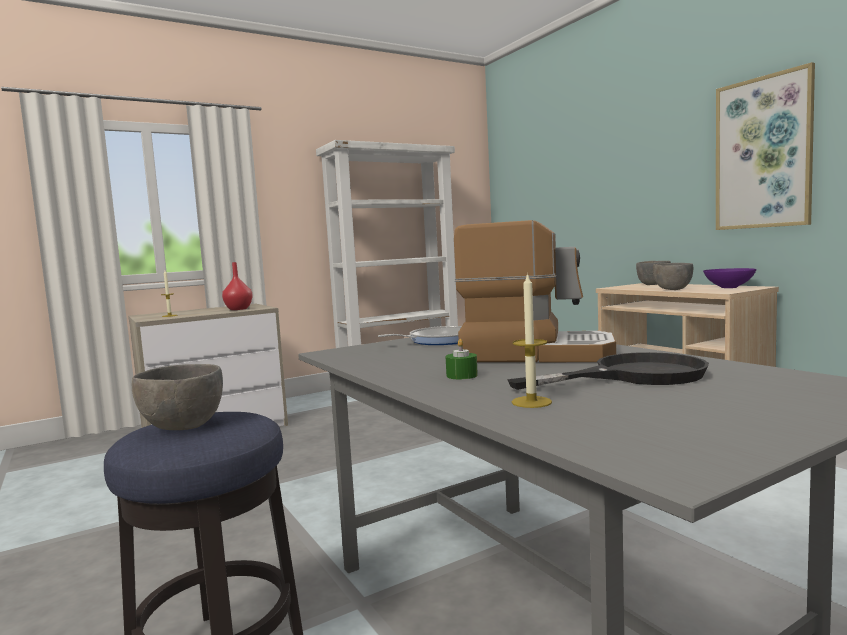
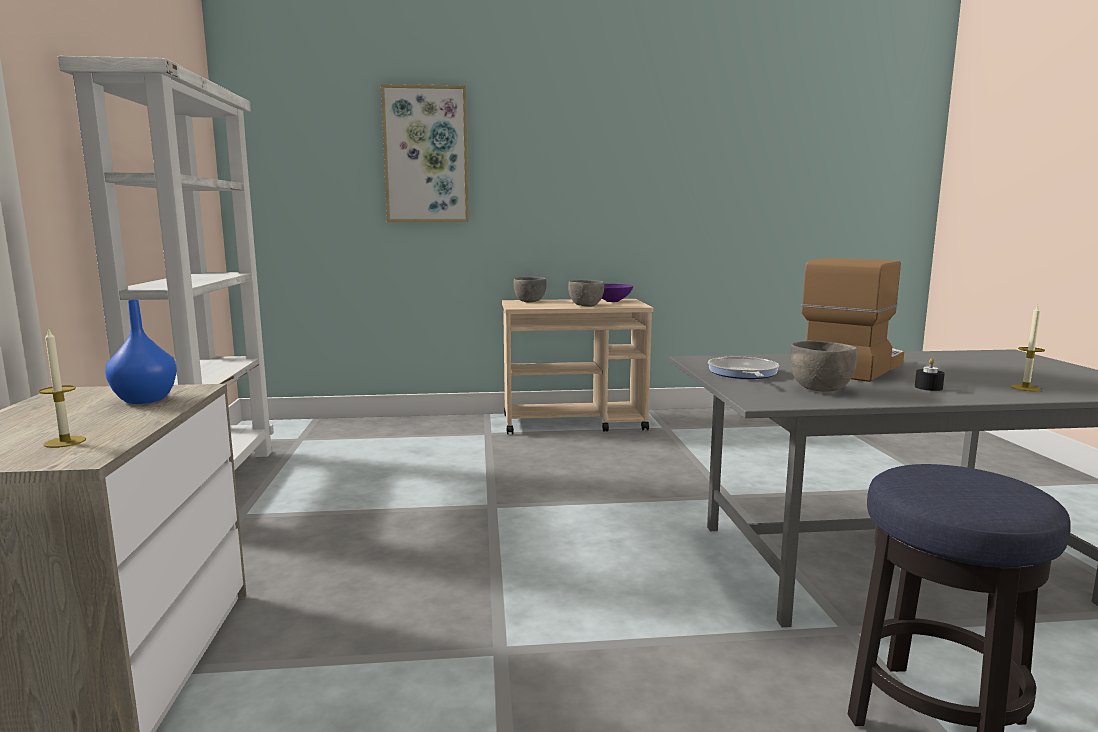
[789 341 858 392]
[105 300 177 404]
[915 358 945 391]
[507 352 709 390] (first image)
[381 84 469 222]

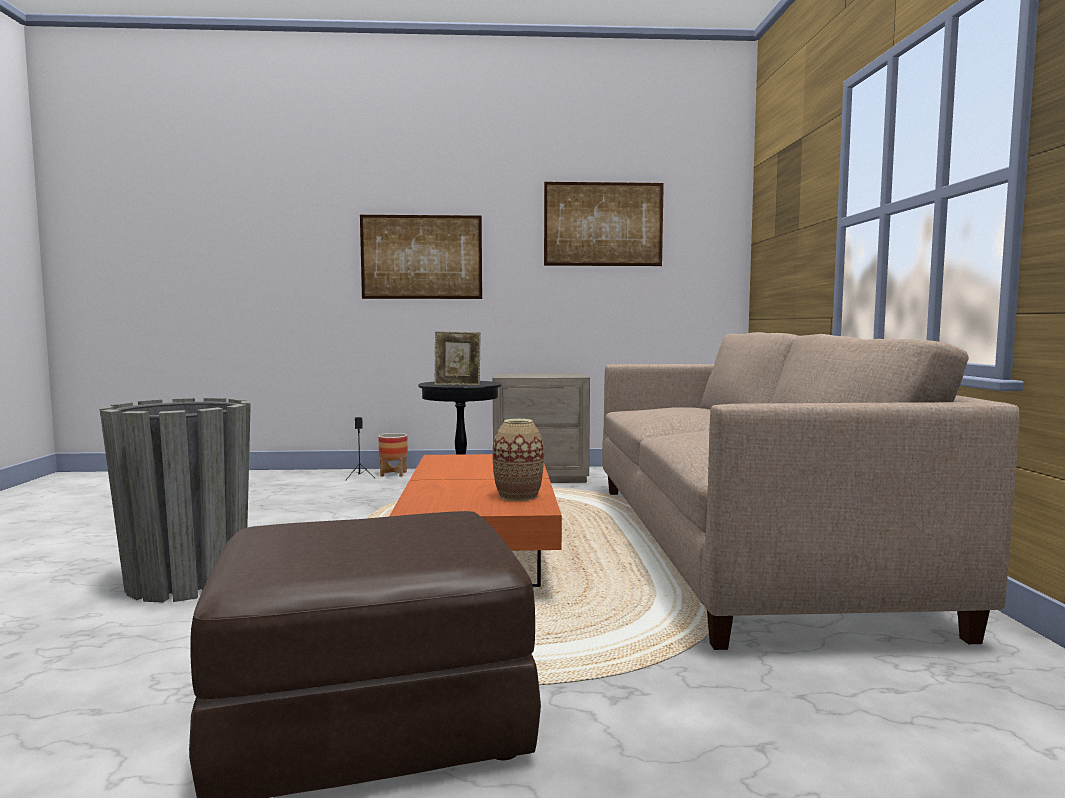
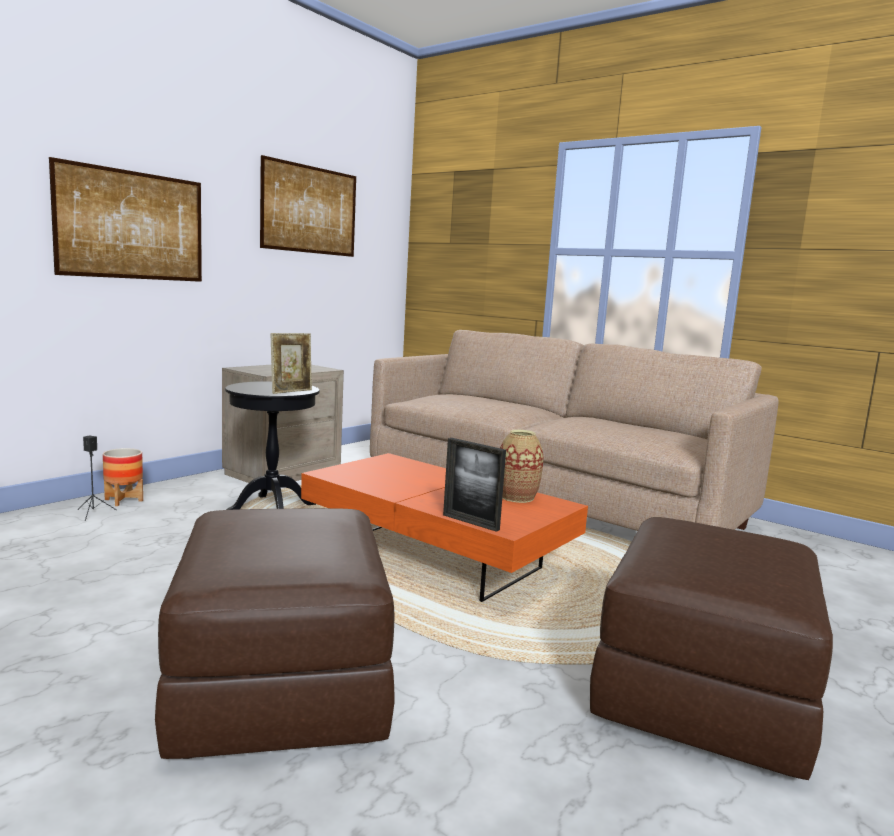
[155 508 395 759]
[443 438 506 532]

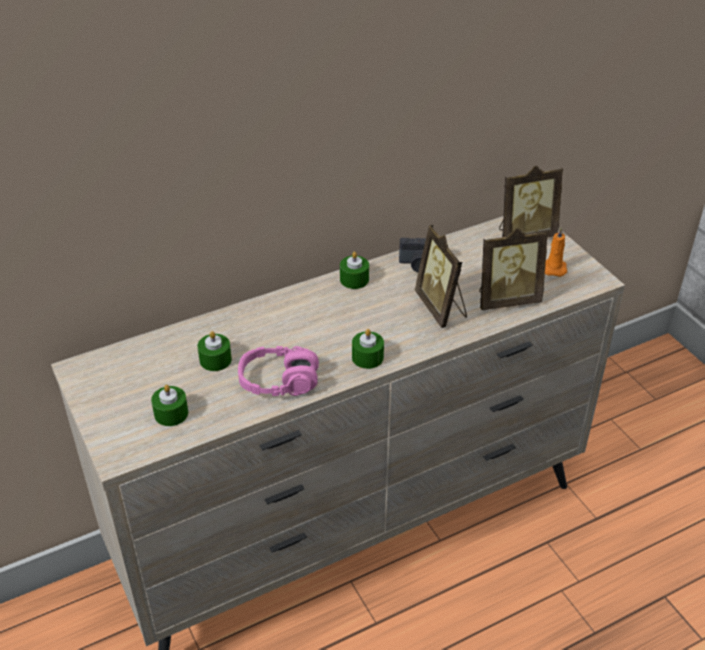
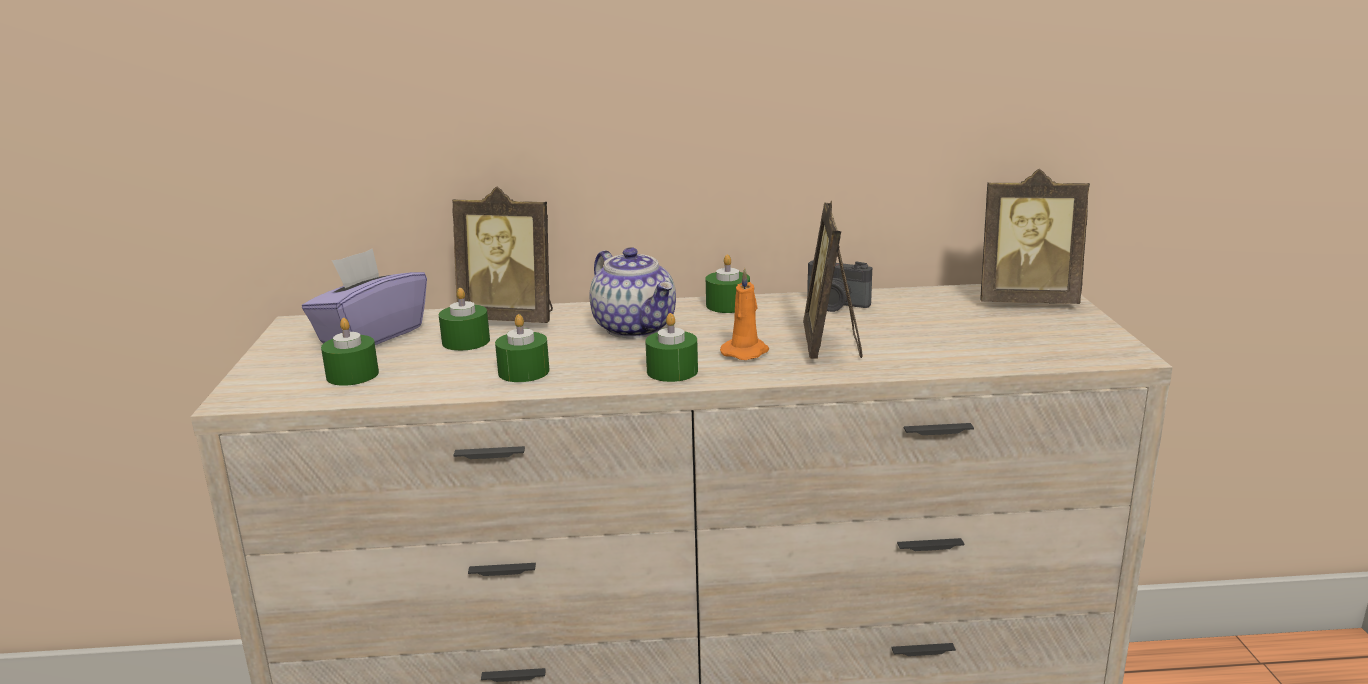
[495 314 550 382]
[452 187 553 323]
[720 268 769 360]
[302 249 427 345]
[590 247 676 338]

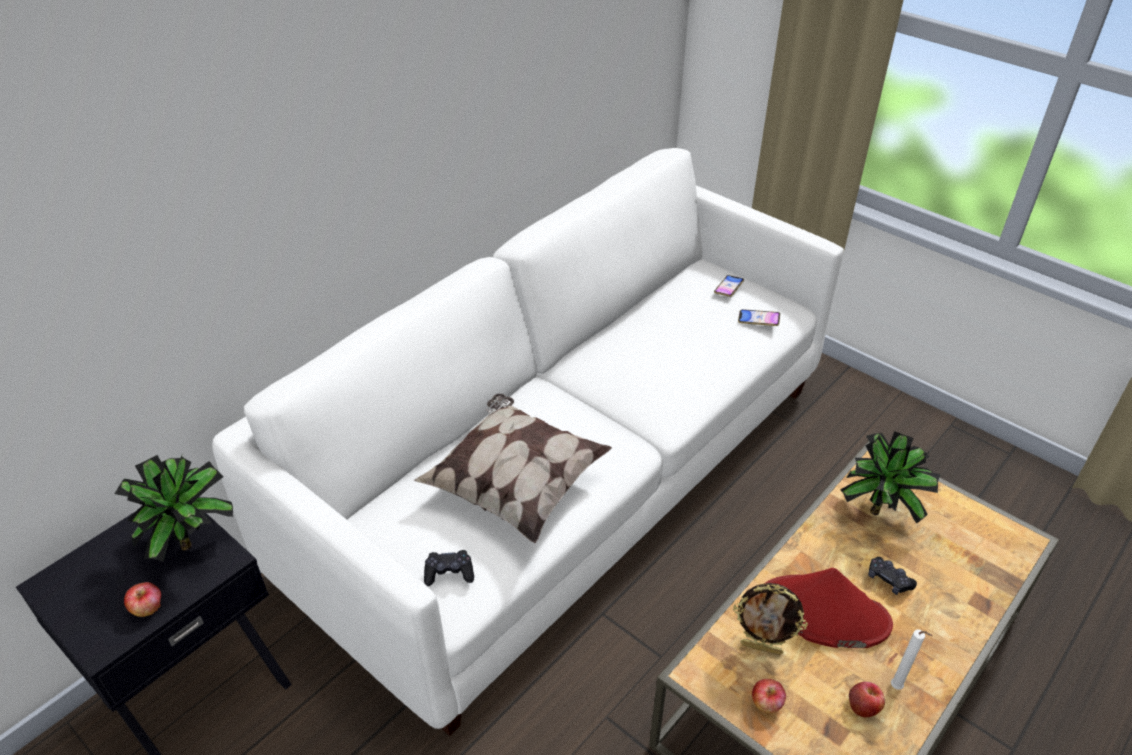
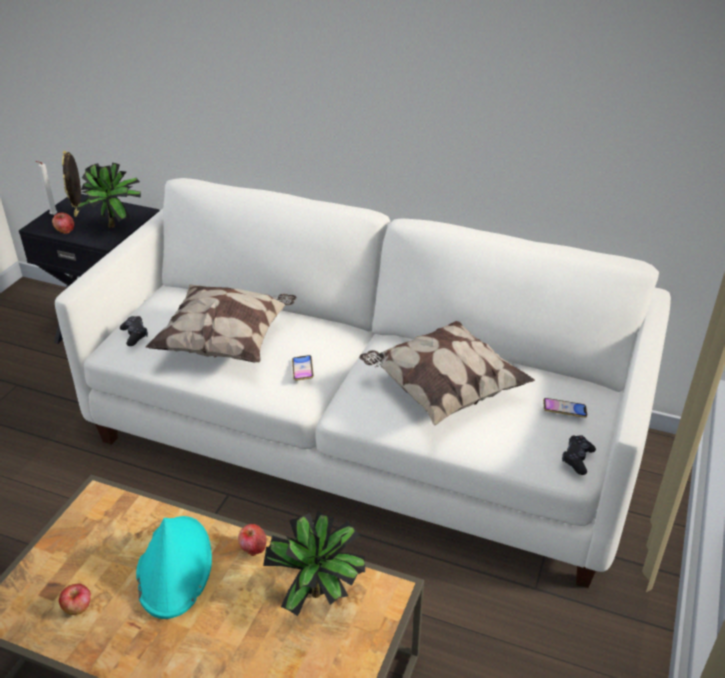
[62 150 81 217]
[292 355 314 381]
[238 524 267 556]
[136 516 212 619]
[562 435 596 475]
[35 161 57 215]
[359 321 535 425]

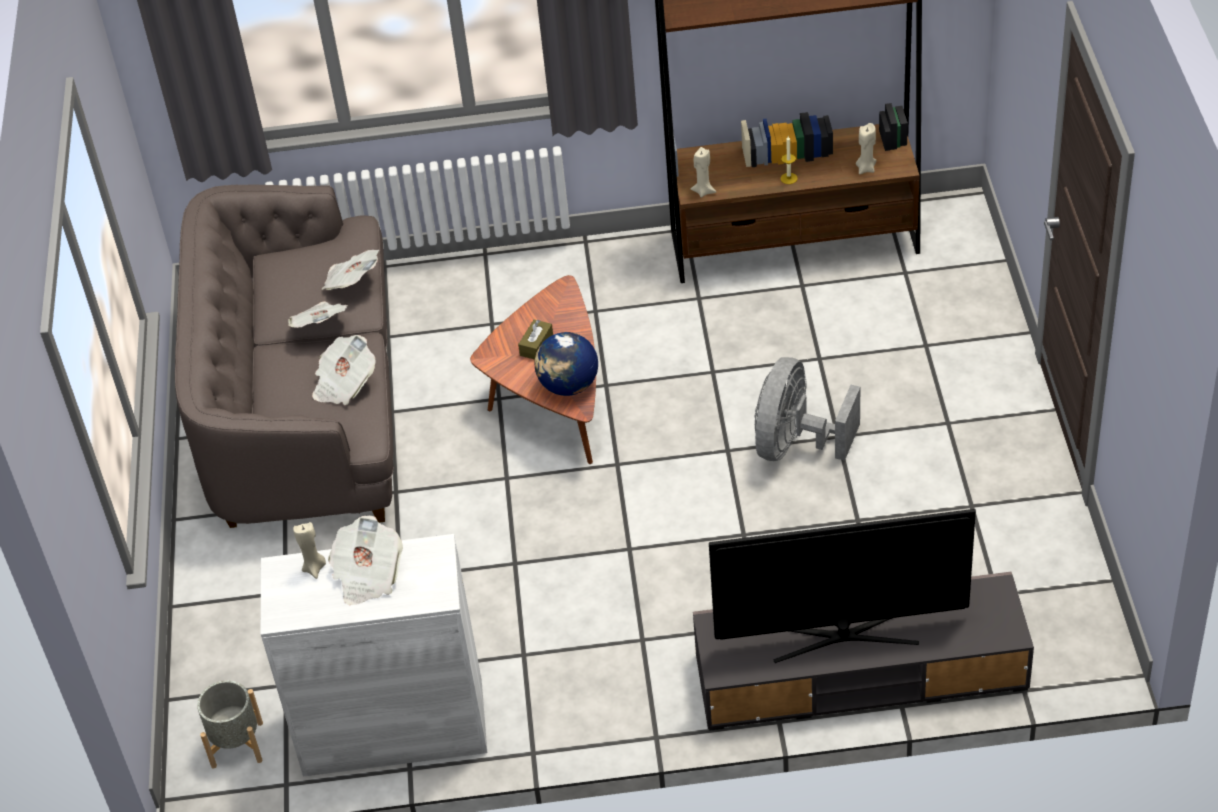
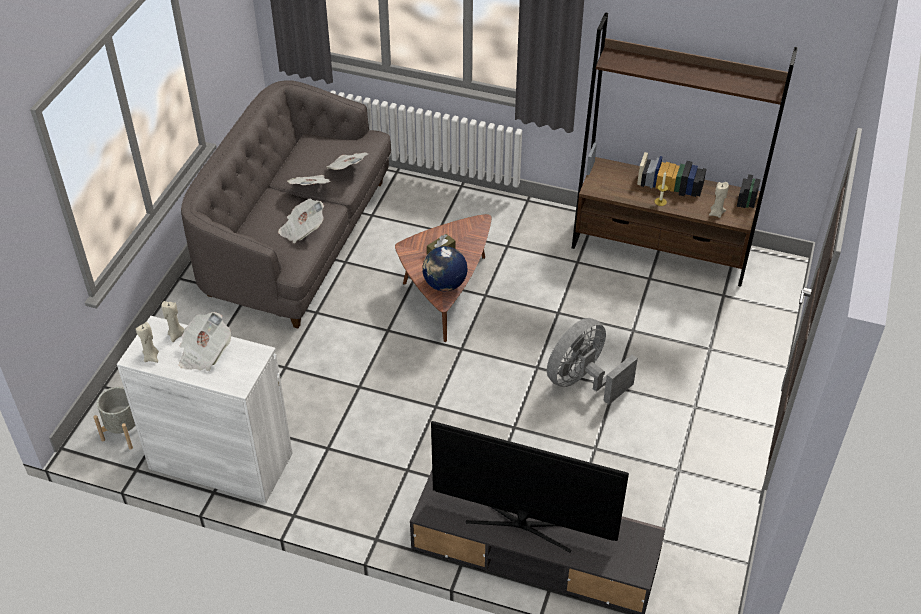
[136 322 159 363]

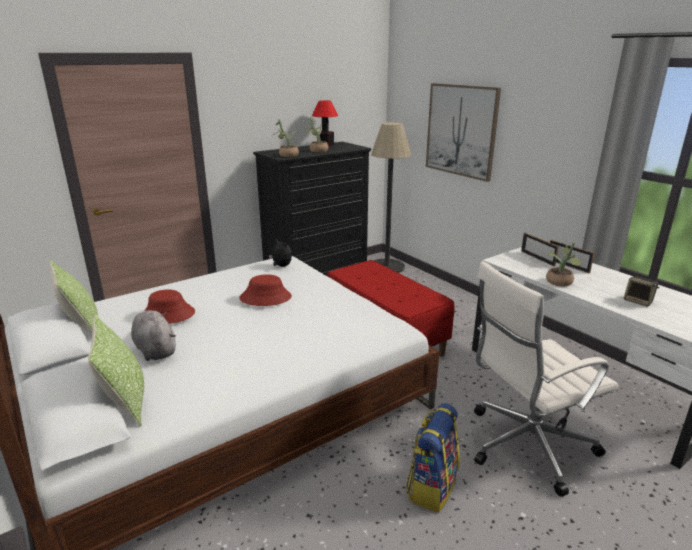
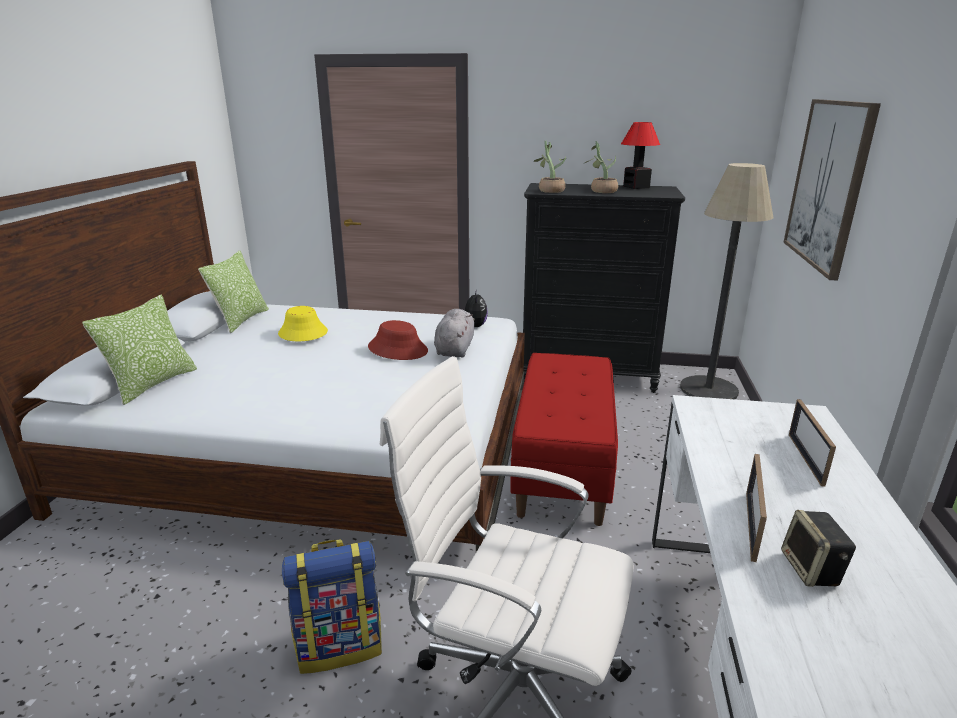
[434 309 475 358]
[278 306 328 341]
[746 454 767 562]
[546 242 582 286] (first image)

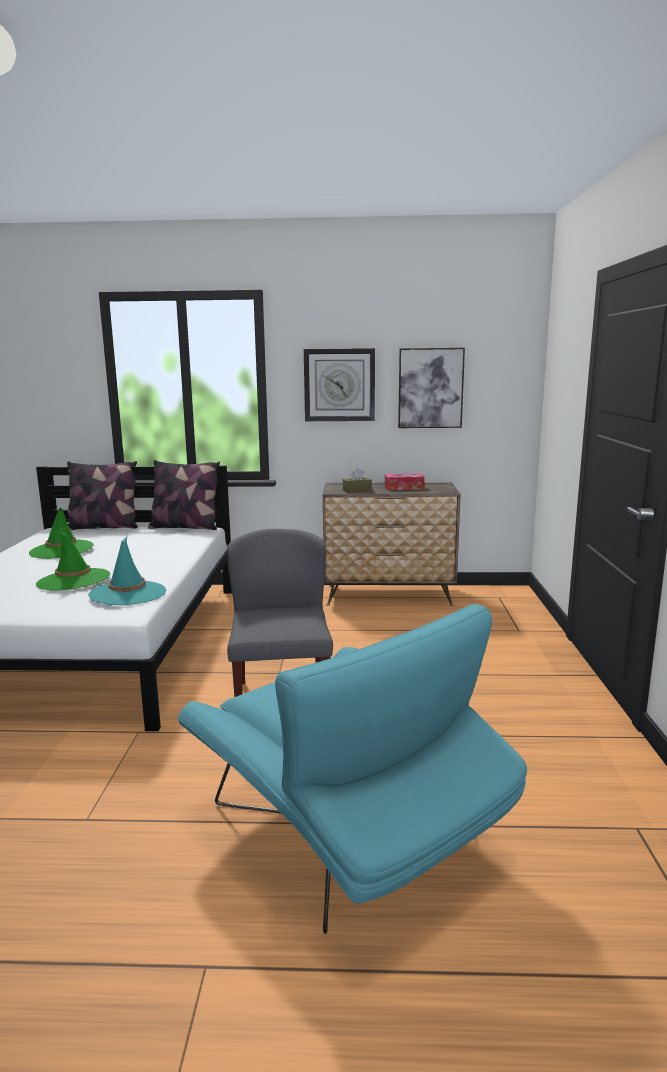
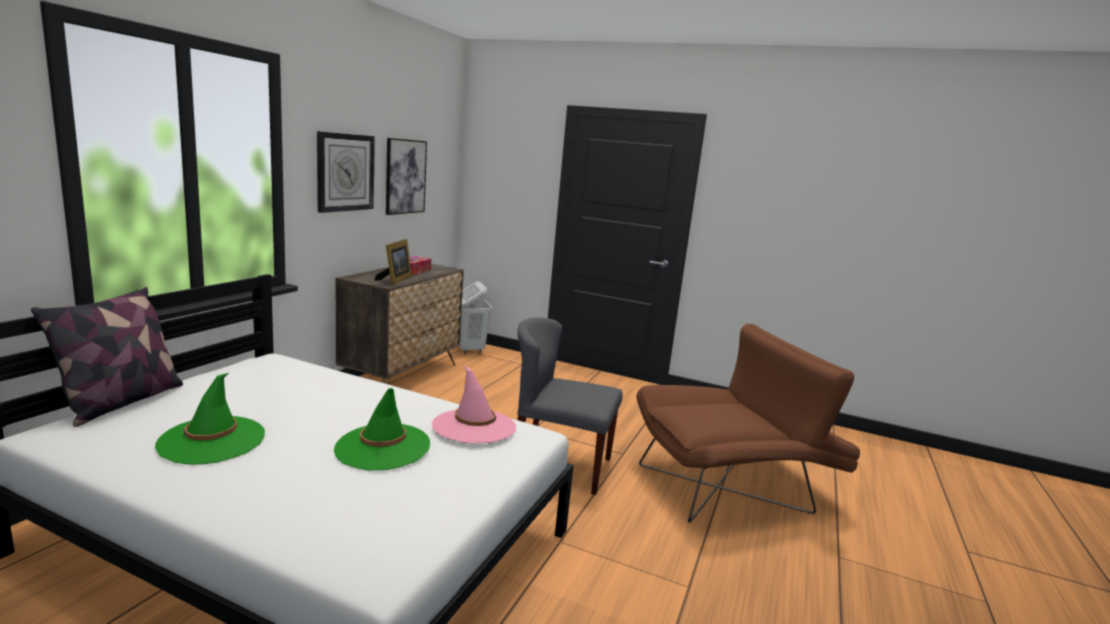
[432 365 516 444]
[148 460 220 530] (first image)
[636 324 860 523]
[375 239 412 285]
[459 281 492 354]

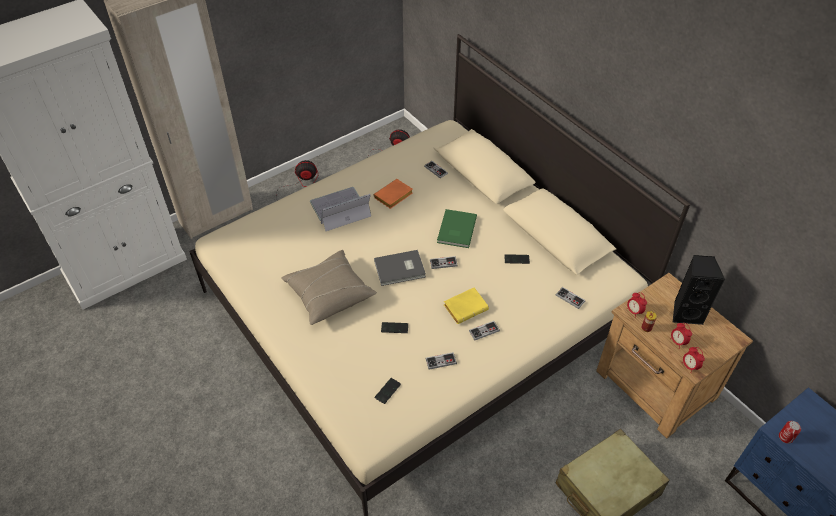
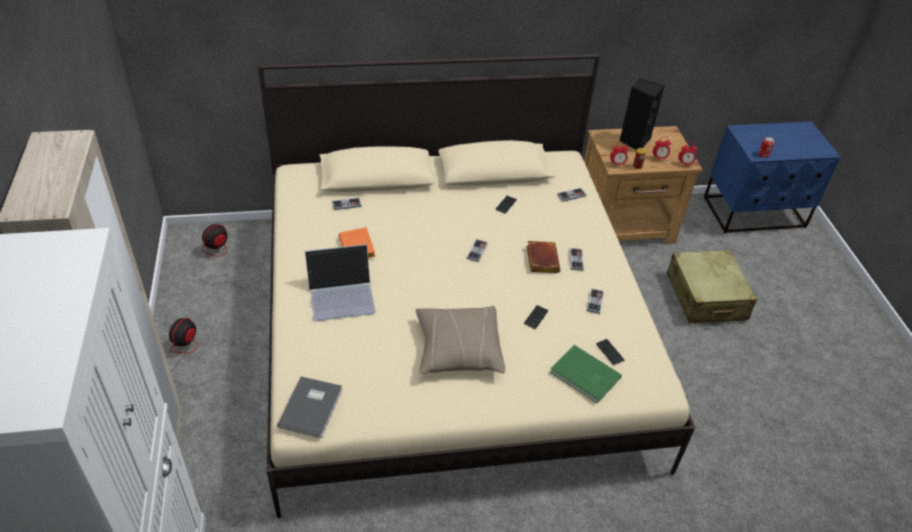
[305 244 376 321]
[277 376 342 438]
[550 345 622 404]
[527 241 560 273]

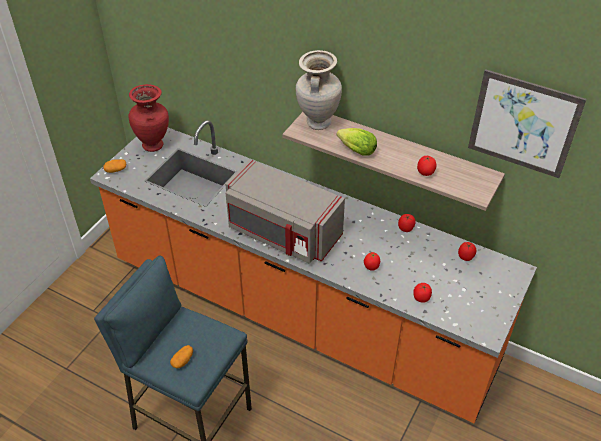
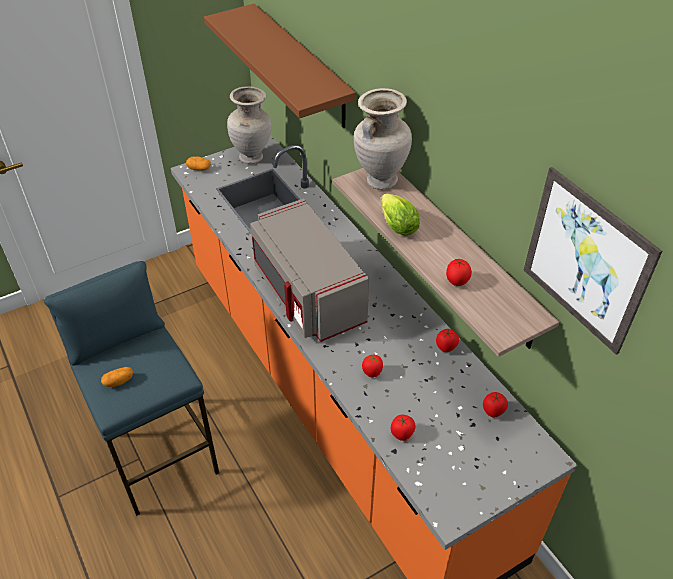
[227 86 271 164]
[204 4 356 128]

